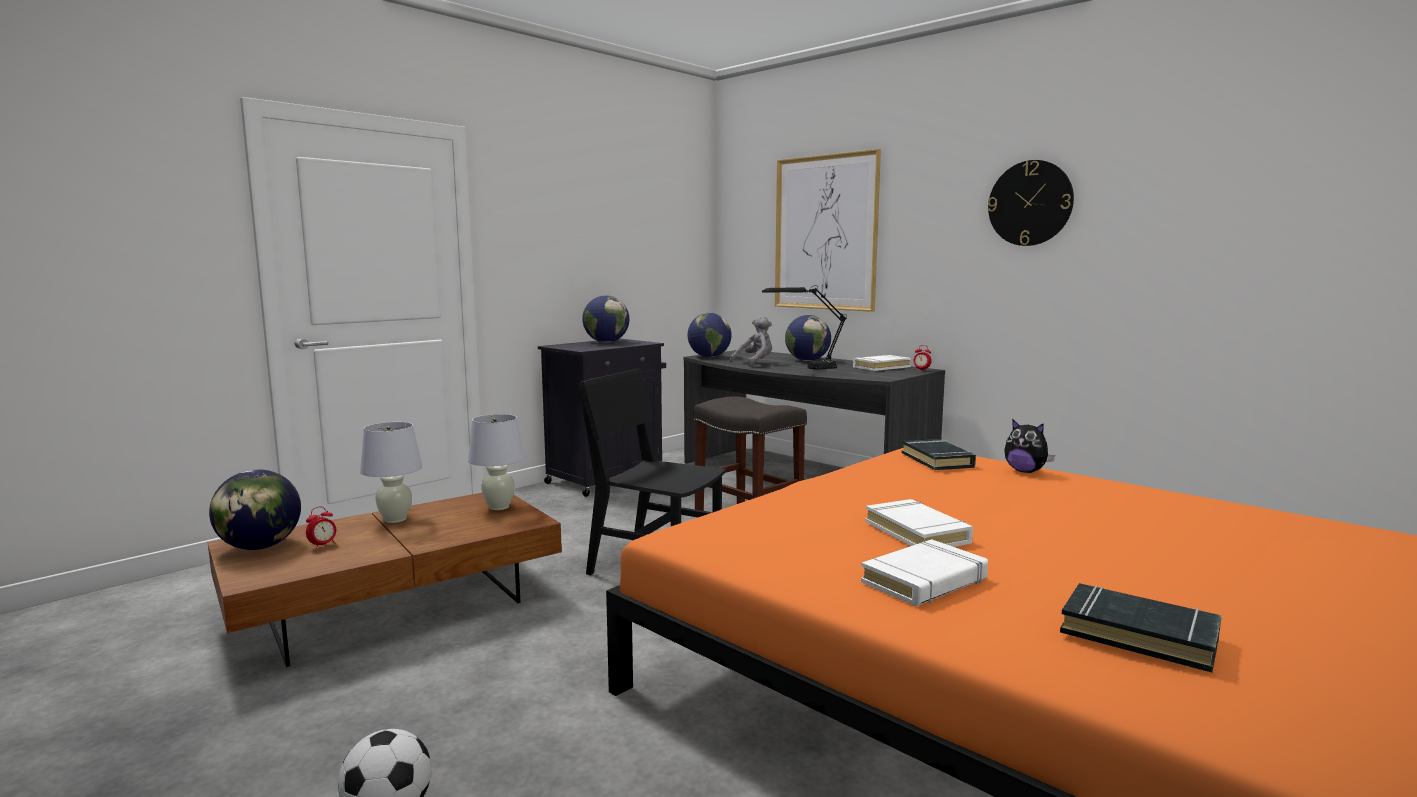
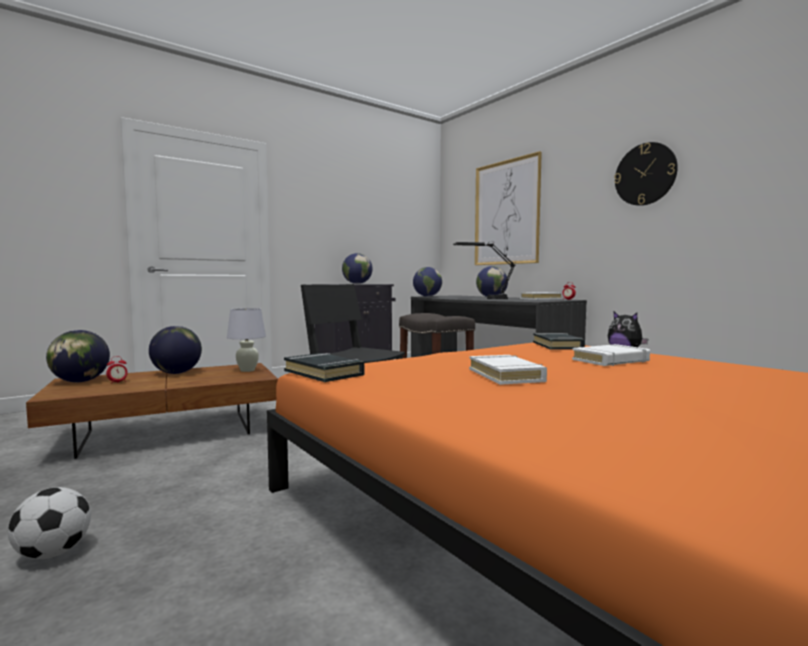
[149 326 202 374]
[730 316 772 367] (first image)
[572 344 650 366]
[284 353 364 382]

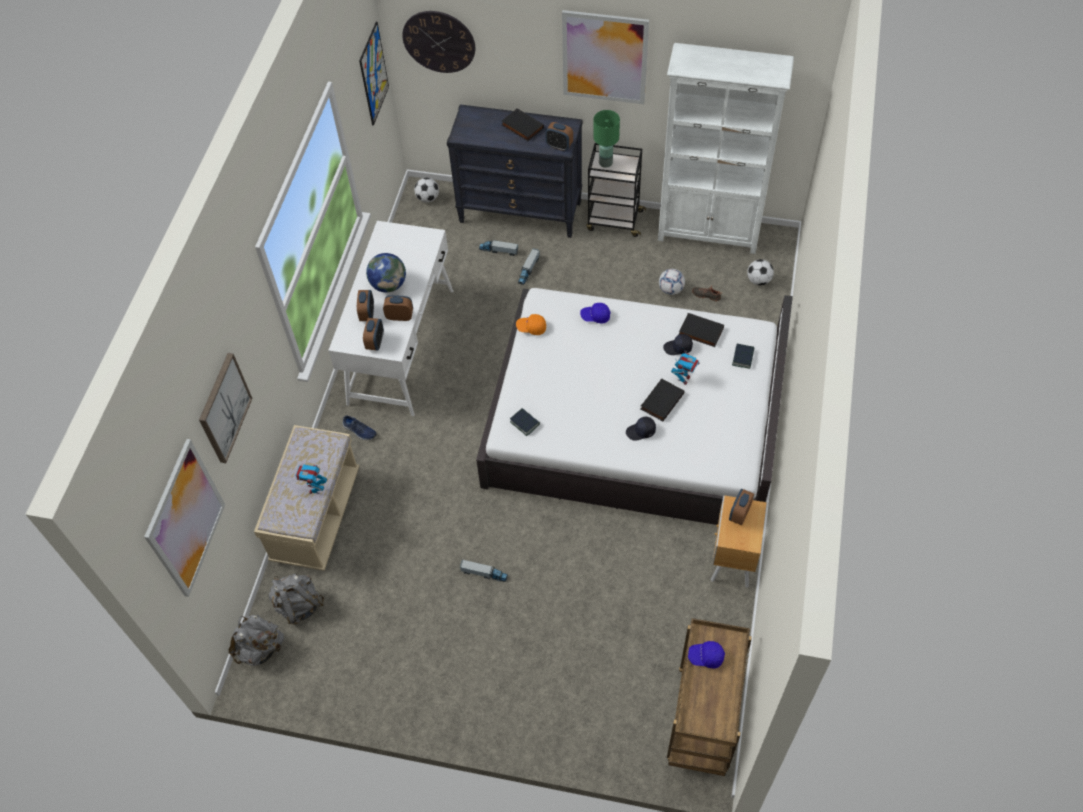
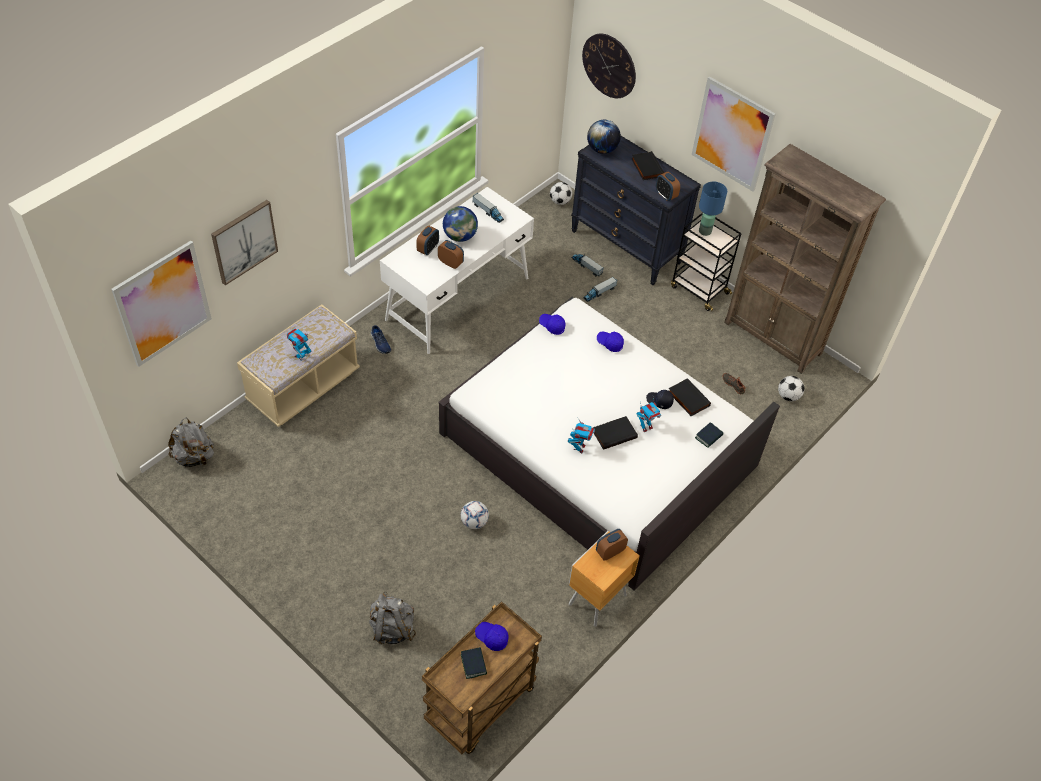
[369 592 416 644]
[359 22 389 126] (first image)
[363 318 384 351] (first image)
[473 193 504 223]
[461 647 487 679]
[539 314 566 335]
[699 181 727 236]
[568 420 595 453]
[724 144 886 374]
[461 501 489 529]
[587 120 621 154]

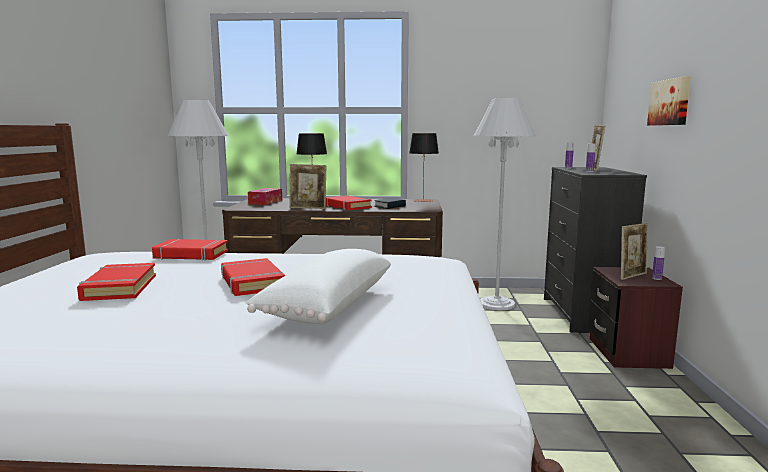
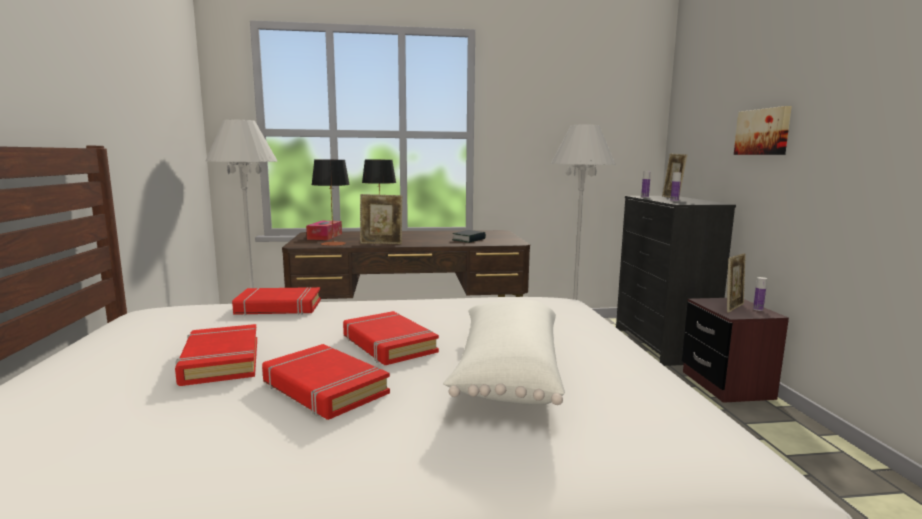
[262 344 390 420]
[312 160 350 246]

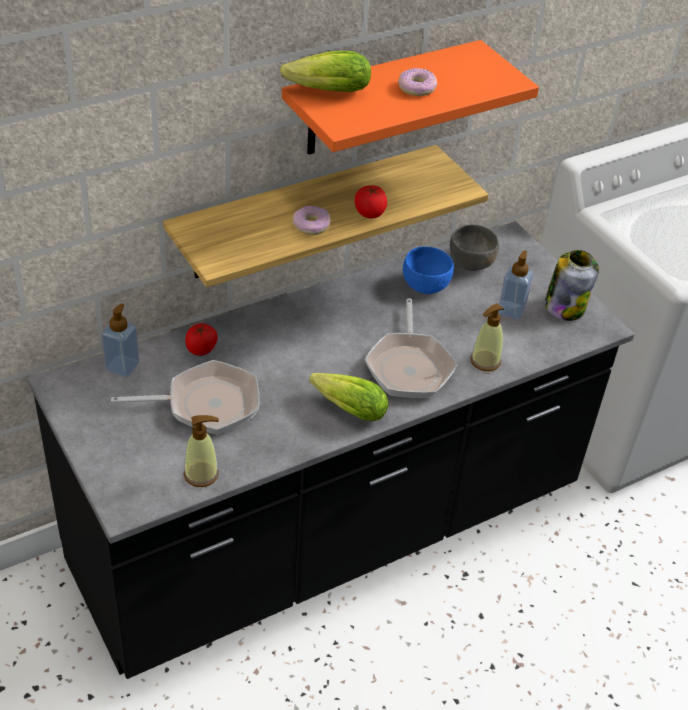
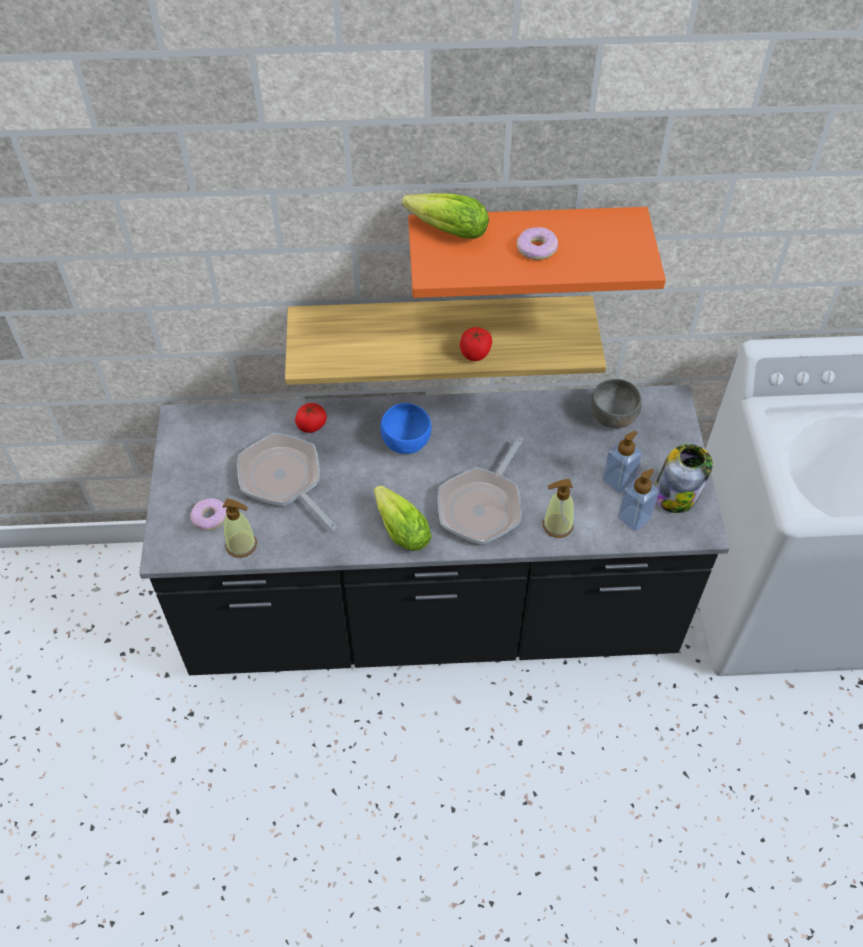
[618 468 659 531]
[237 433 337 531]
[190 498 227 531]
[380 403 431 454]

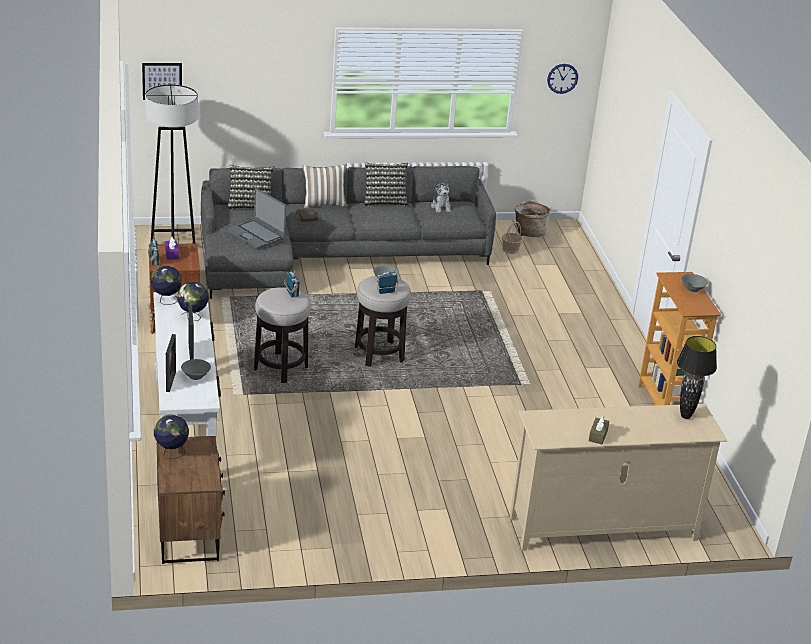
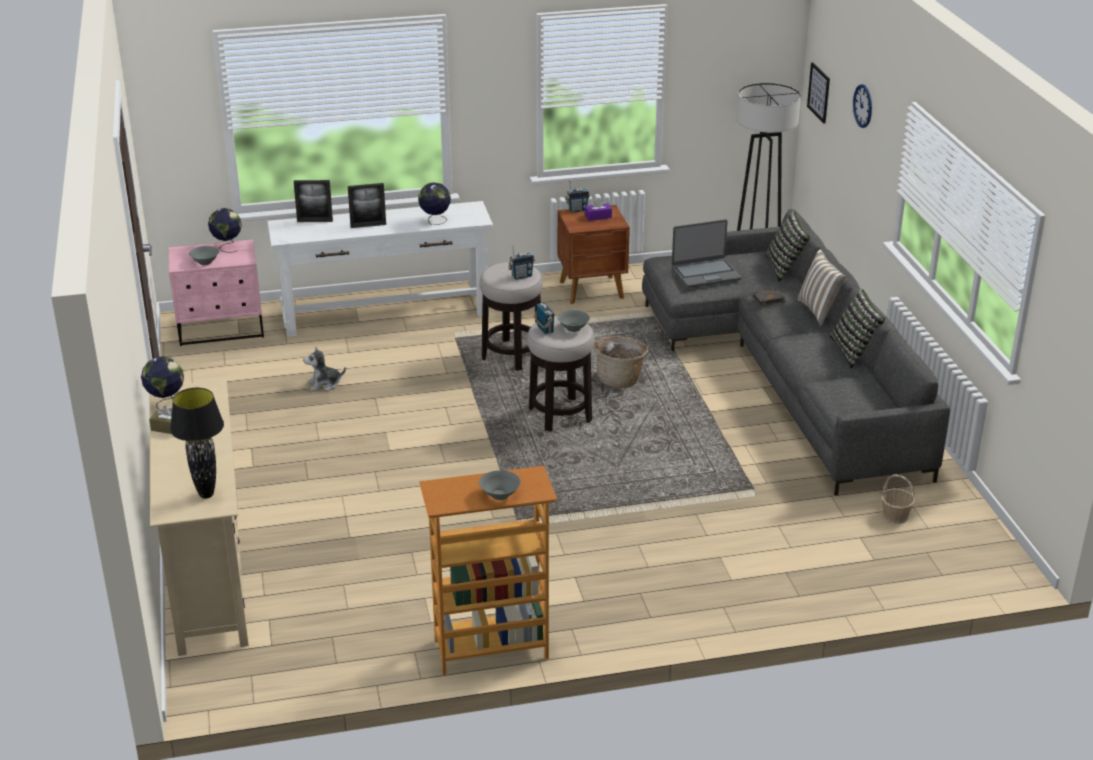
[141 356 184 409]
[168 239 264 346]
[189 246 219 265]
[672 219 741 288]
[303 347 346 391]
[593 336 649 388]
[853 84 872 128]

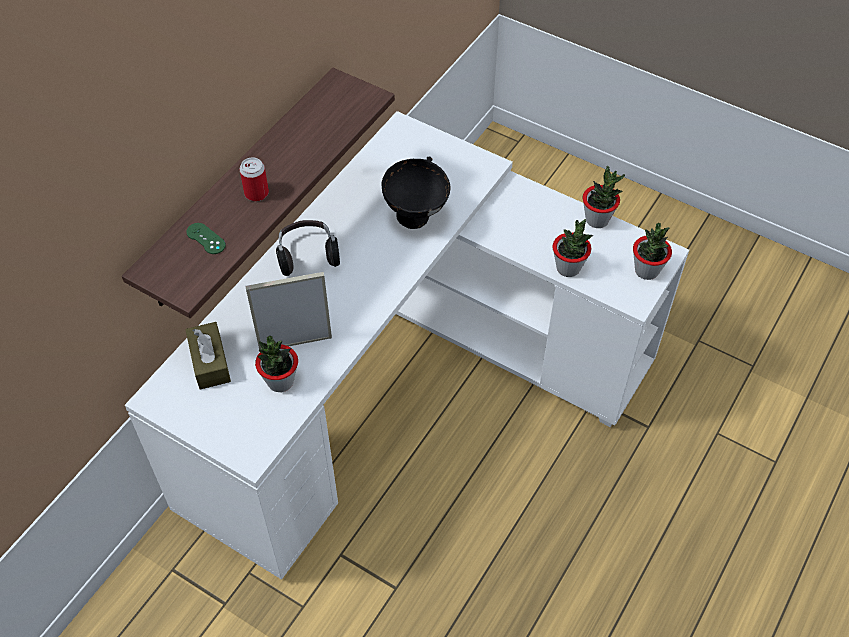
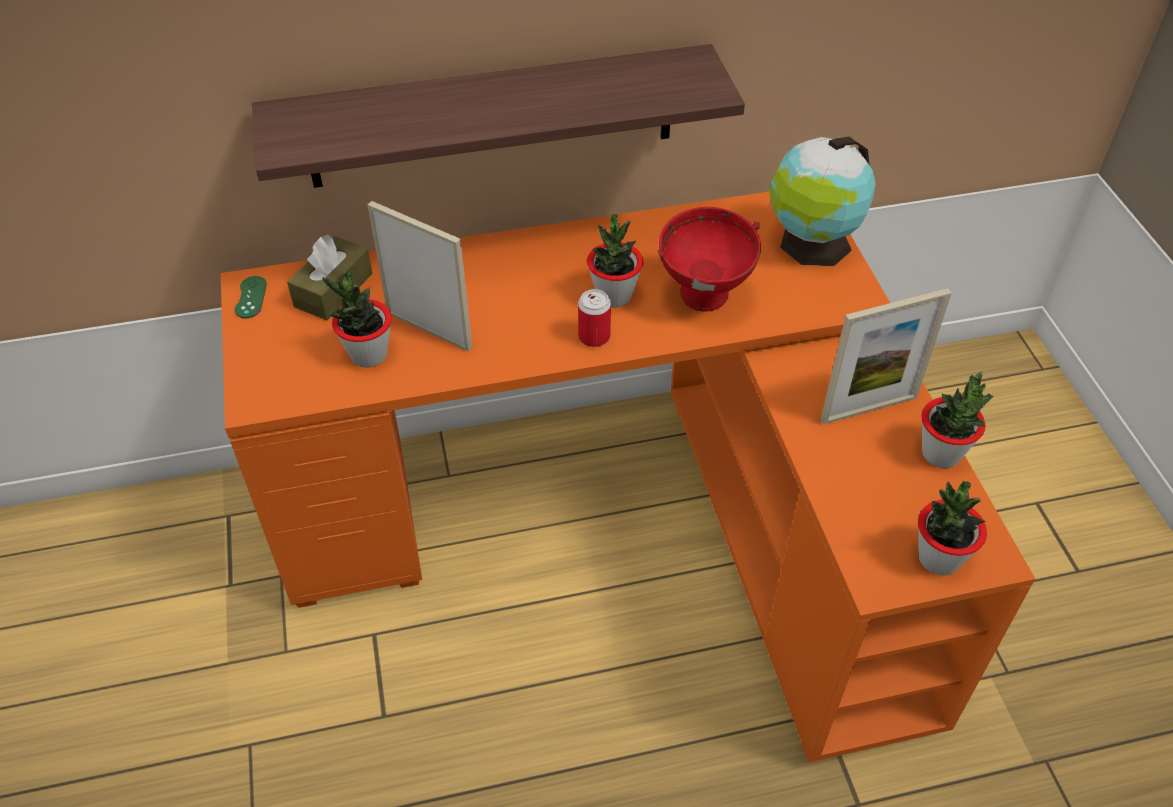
[221 191 1035 762]
[235 276 267 318]
[578 289 611 347]
[276 220 340 276] (first image)
[658 207 761 311]
[587 214 643 307]
[770 137 876 266]
[821 288 952 424]

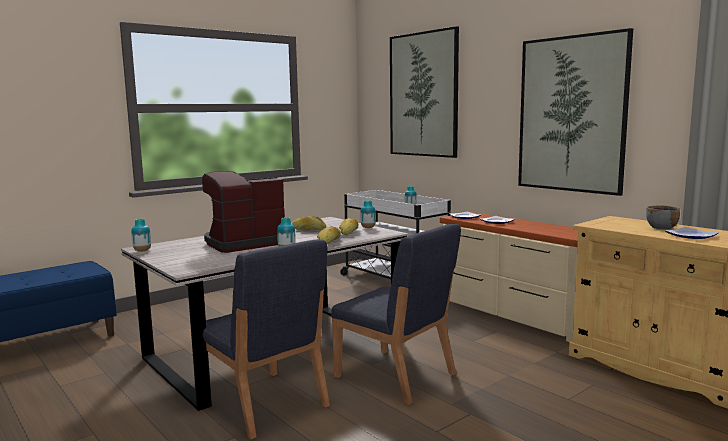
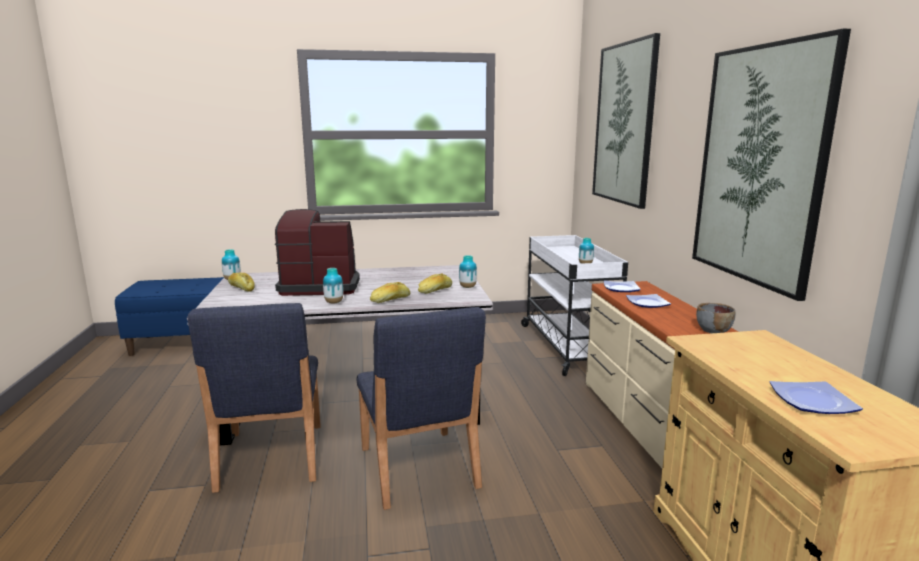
[228 273 255 292]
[696 303 736 333]

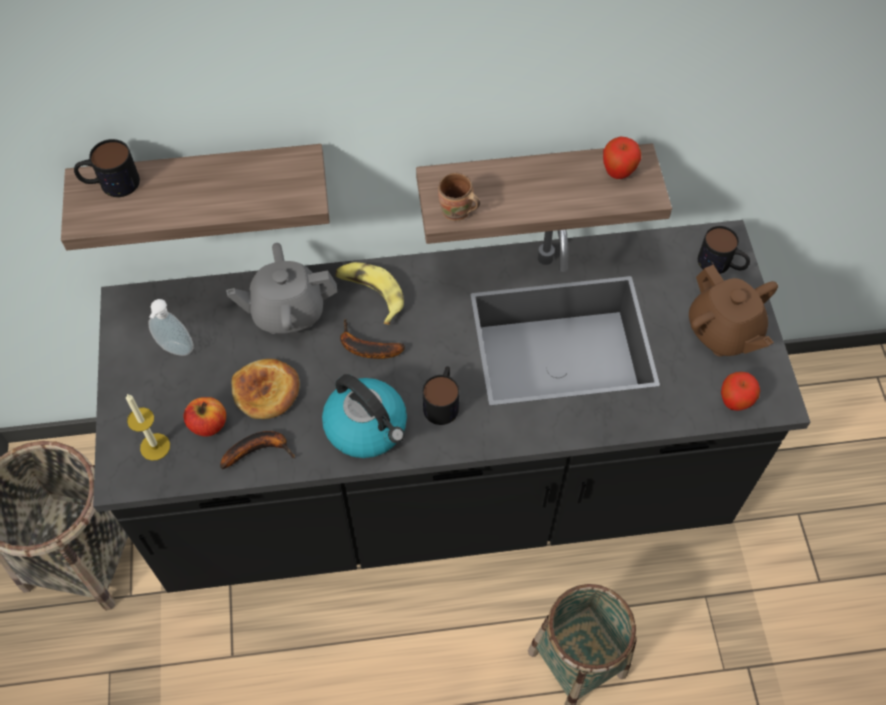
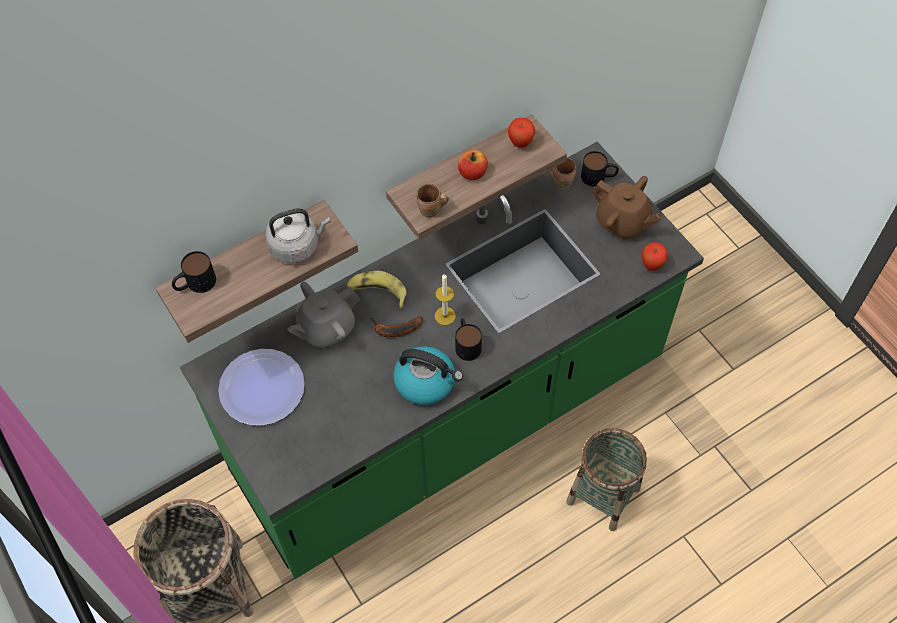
[180 142 704 579]
[435 274 456 325]
[218 349 305 426]
[458 150 488 180]
[220 431 295 470] (first image)
[231 359 300 419] (first image)
[265 208 331 263]
[548 157 576 189]

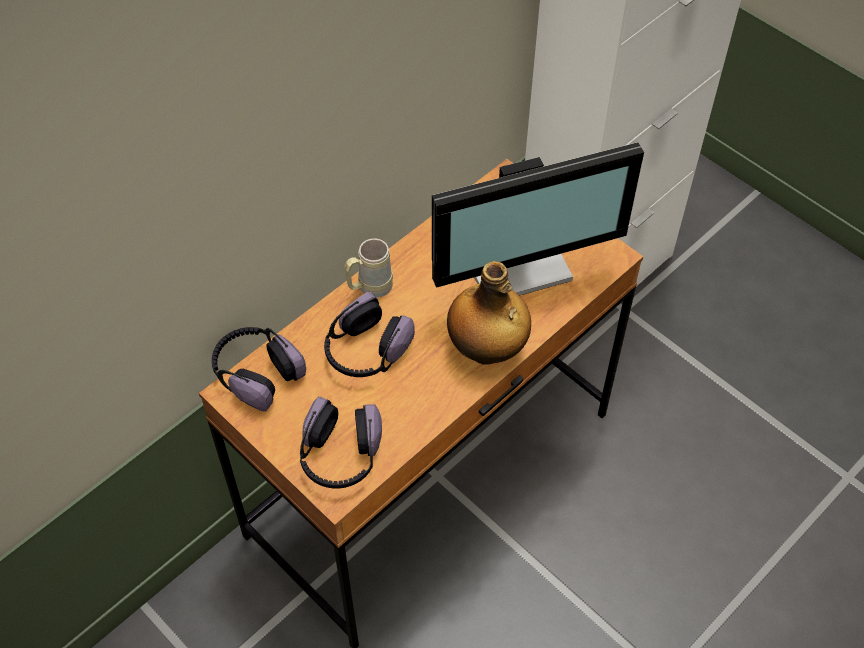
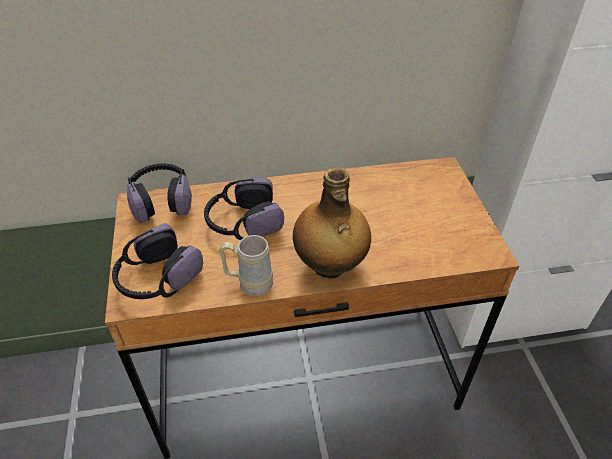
[219 235 273 296]
[432 142 644 296] (first image)

